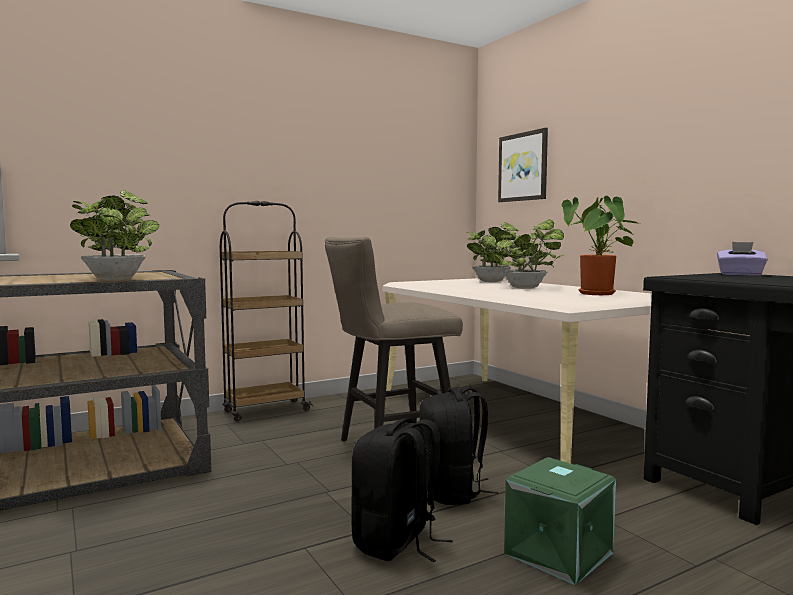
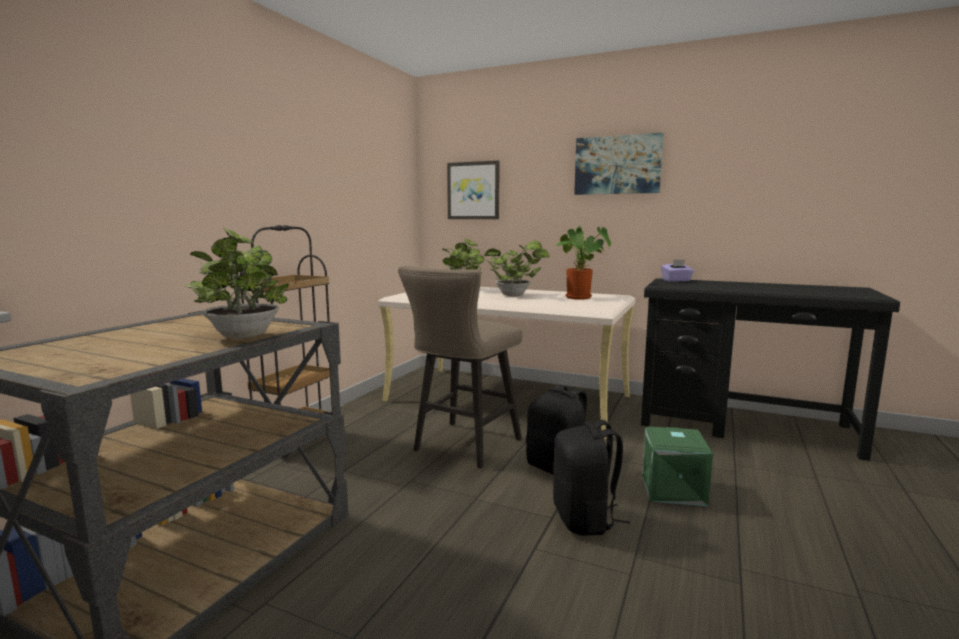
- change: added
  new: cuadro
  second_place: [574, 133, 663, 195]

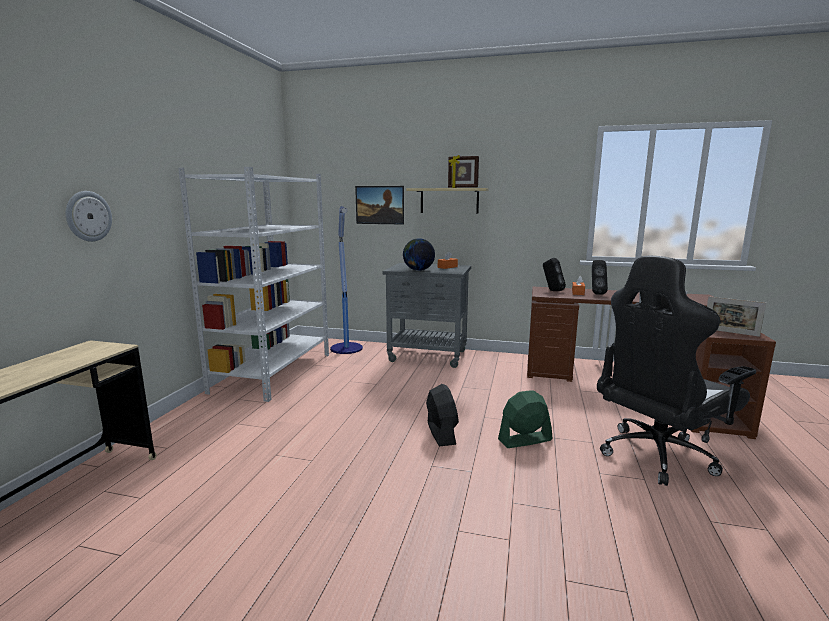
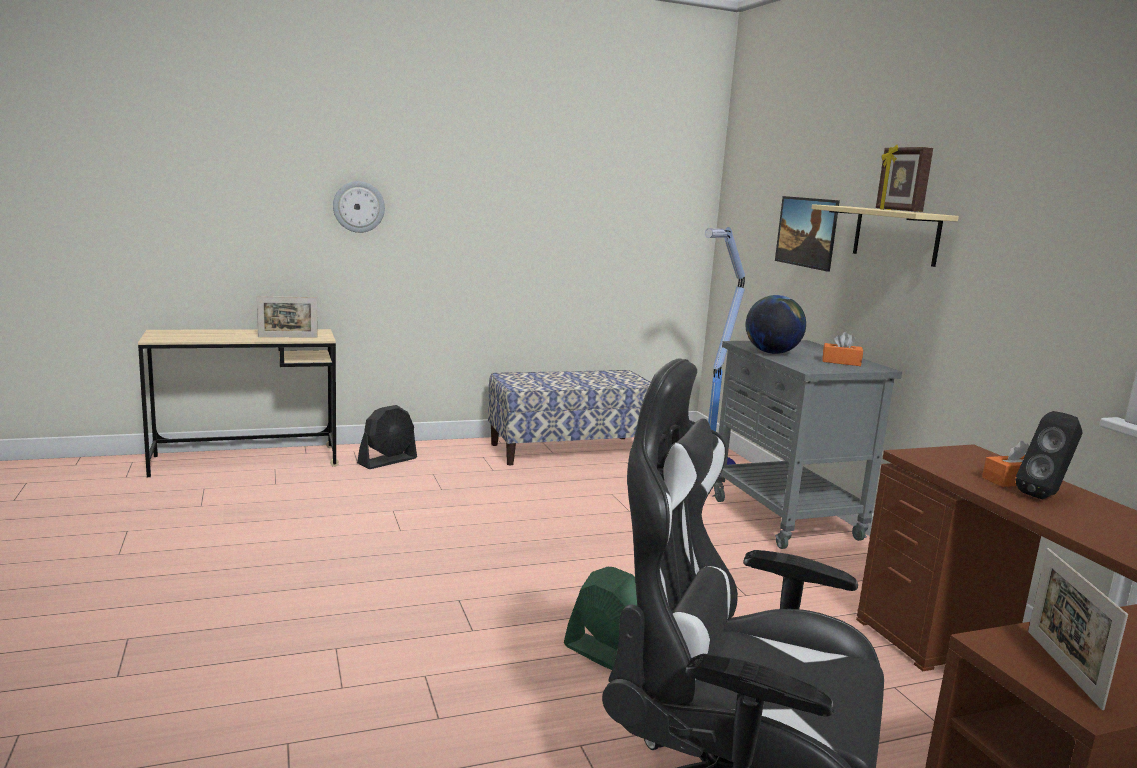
- change: replaced
  old: estantería/blanco
  new: banco
  first_place: [178, 167, 329, 402]
  second_place: [488, 370, 651, 465]
- change: moved
  old: ventilador/negro
  first_place: [426, 384, 459, 446]
  second_place: [357, 405, 417, 469]
- change: removed
  old: altavoz/negro
  first_place: [543, 258, 566, 291]
- change: added
  new: portarretratos
  second_place: [257, 296, 318, 338]

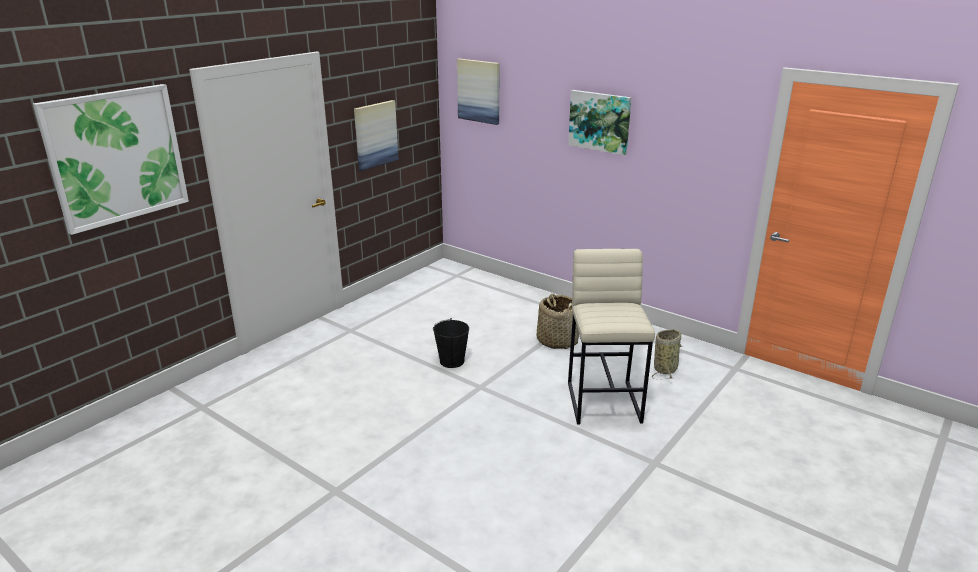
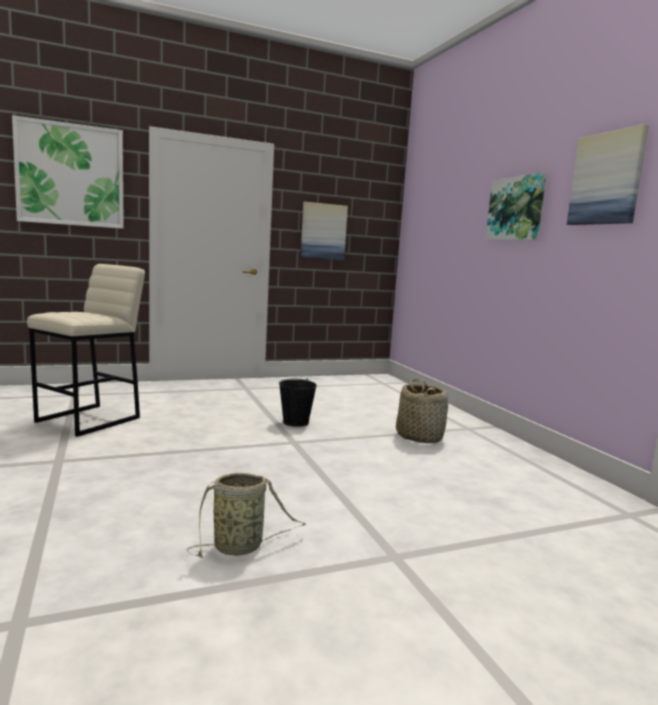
- change: moved
  old: cuadro
  first_place: [457, 58, 500, 125]
  second_place: [567, 124, 649, 225]
- change: moved
  old: taburete/beis
  first_place: [568, 249, 655, 425]
  second_place: [27, 264, 145, 437]
- change: moved
  old: cesta
  first_place: [652, 329, 682, 380]
  second_place: [187, 473, 306, 558]

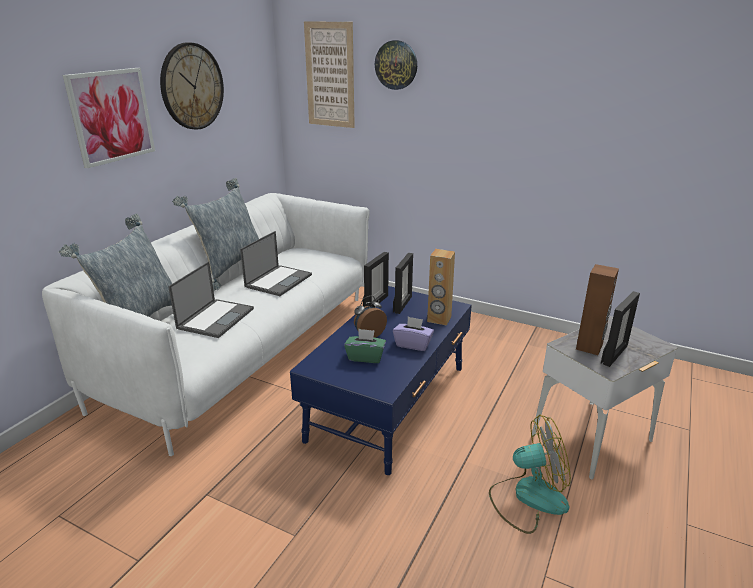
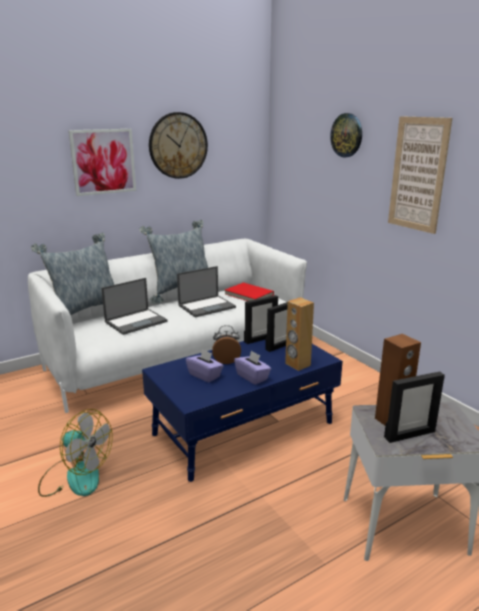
- change: moved
  old: cuadro
  first_place: [304, 21, 355, 128]
  second_place: [388, 116, 452, 234]
- change: recoloured
  old: caja de pañuelos/verde
  new: caja de pañuelos/morado
  first_place: [344, 328, 386, 363]
  second_place: [186, 349, 224, 383]
- change: moved
  old: ventilador
  first_place: [489, 415, 571, 534]
  second_place: [38, 409, 113, 497]
- change: added
  new: libro/rojo
  second_place: [225, 283, 274, 301]

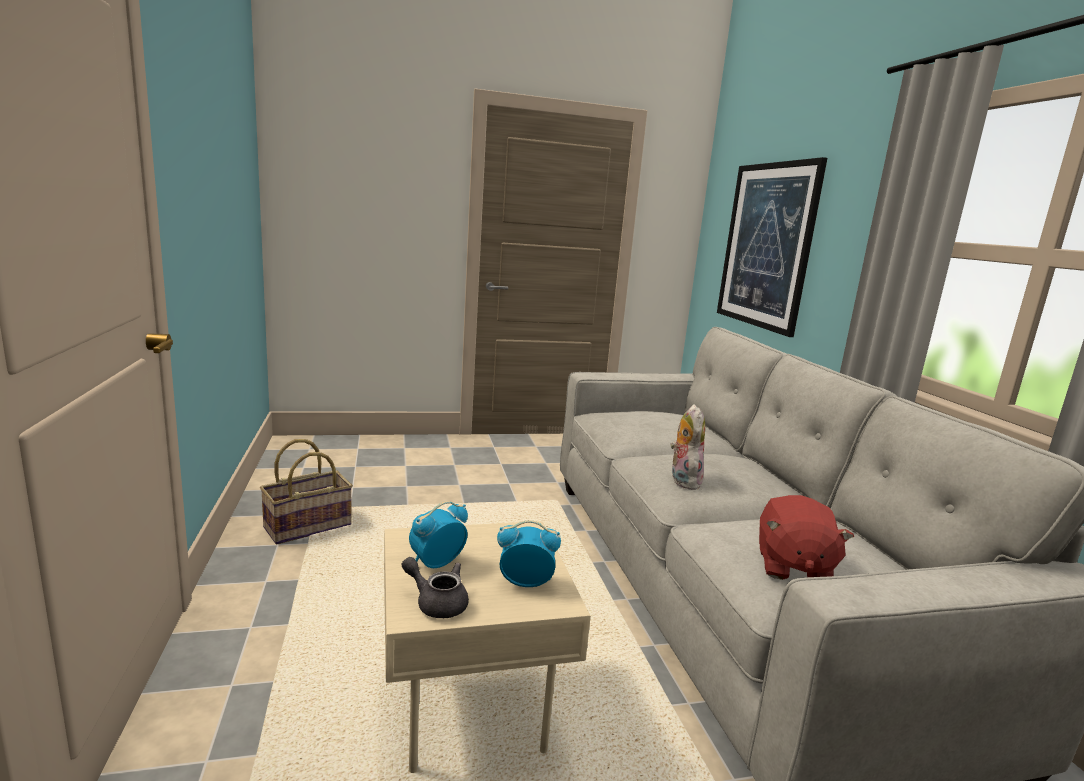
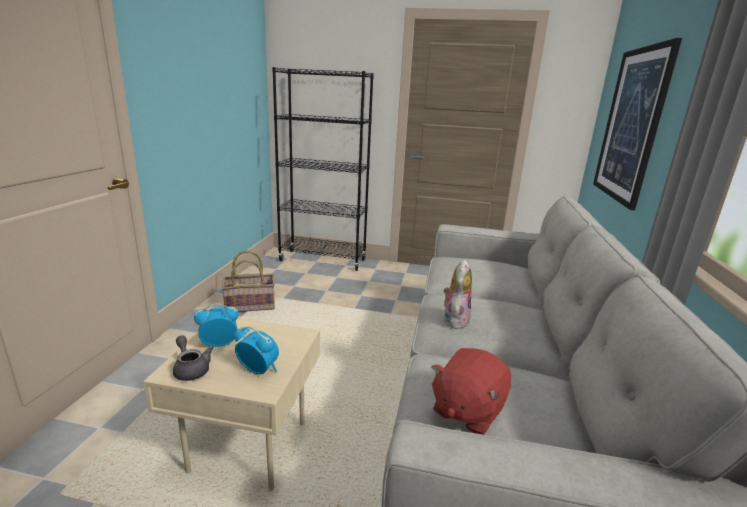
- change: added
  new: estantería/negro
  second_place: [272, 67, 374, 271]

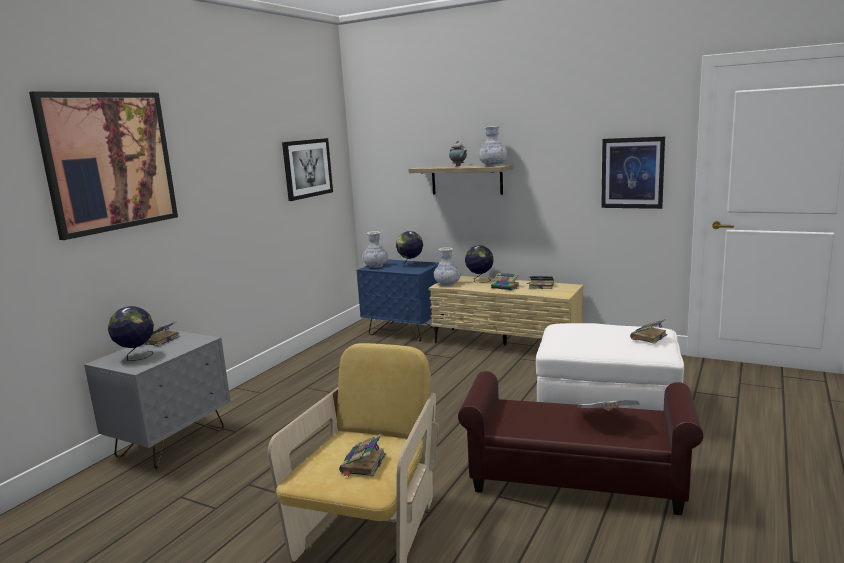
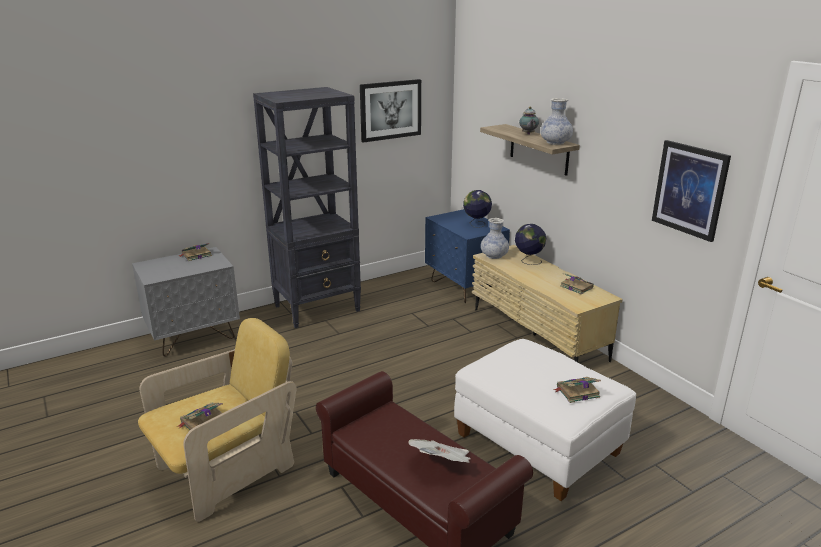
- change: removed
  old: cuadro
  first_place: [29, 91, 178, 240]
- change: removed
  old: globo terráqueo
  first_place: [108, 306, 154, 361]
- change: removed
  old: florero
  first_place: [363, 231, 388, 268]
- change: removed
  old: libro
  first_place: [491, 272, 520, 290]
- change: added
  new: estantería/negro
  second_place: [253, 87, 361, 328]

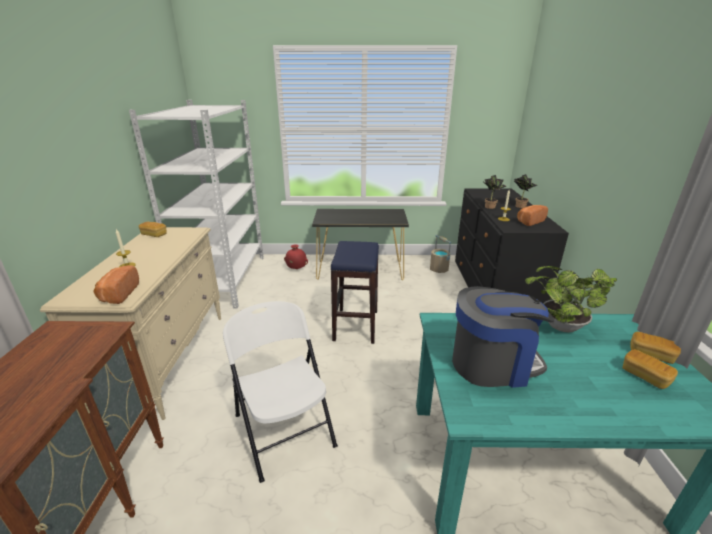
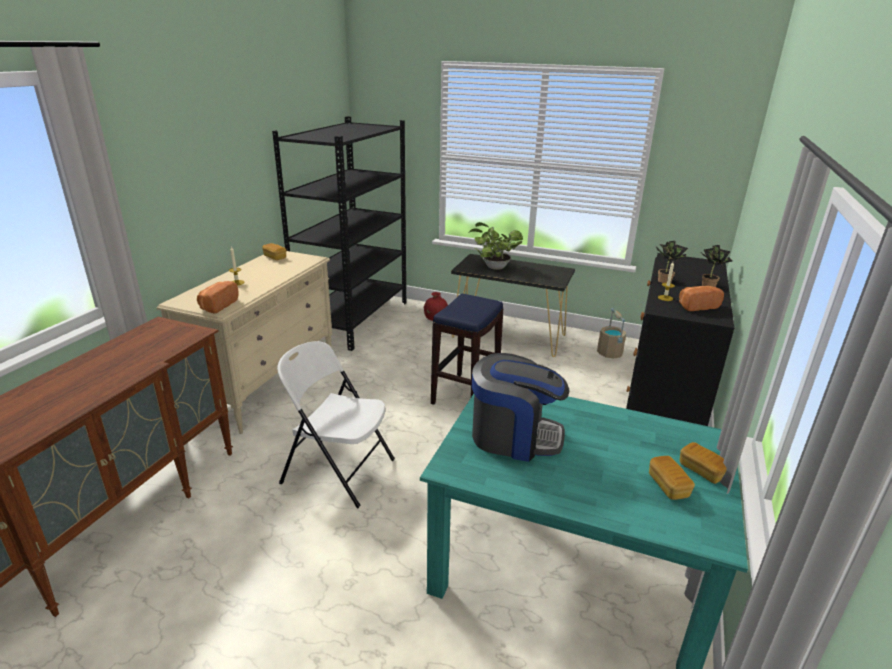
- change: recoloured
  old: estantería/blanco
  new: estantería/negro
  first_place: [129, 100, 264, 309]
  second_place: [272, 116, 406, 351]
- change: turned
  old: silla/blanco
  first_place: [223, 301, 338, 483]
  second_place: [277, 341, 395, 509]
  degrees: -60
- change: moved
  old: planta en maceta
  first_place: [525, 266, 617, 332]
  second_place: [469, 222, 523, 270]

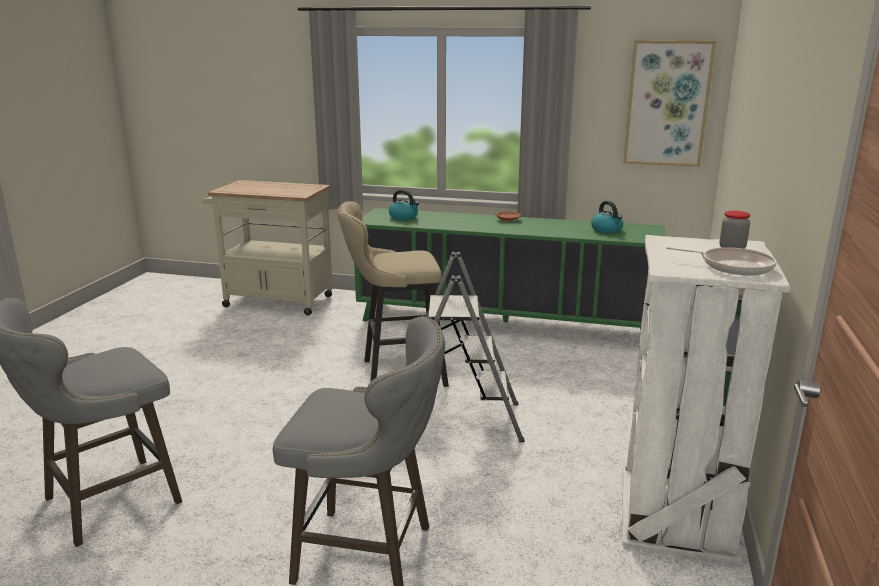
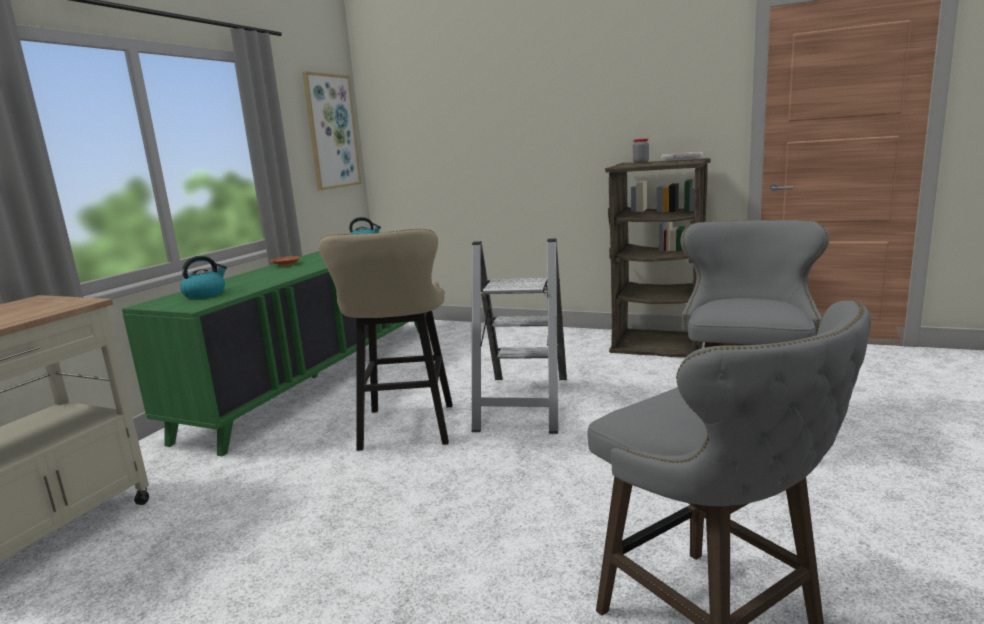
- change: recoloured
  old: estantería/blanco
  new: estantería/marrón
  first_place: [622, 235, 790, 564]
  second_place: [605, 158, 710, 358]

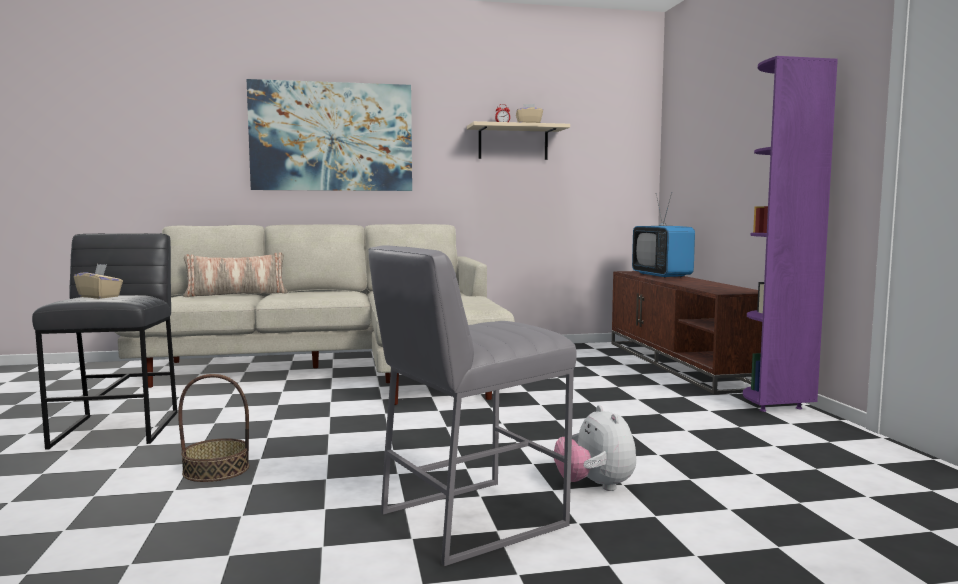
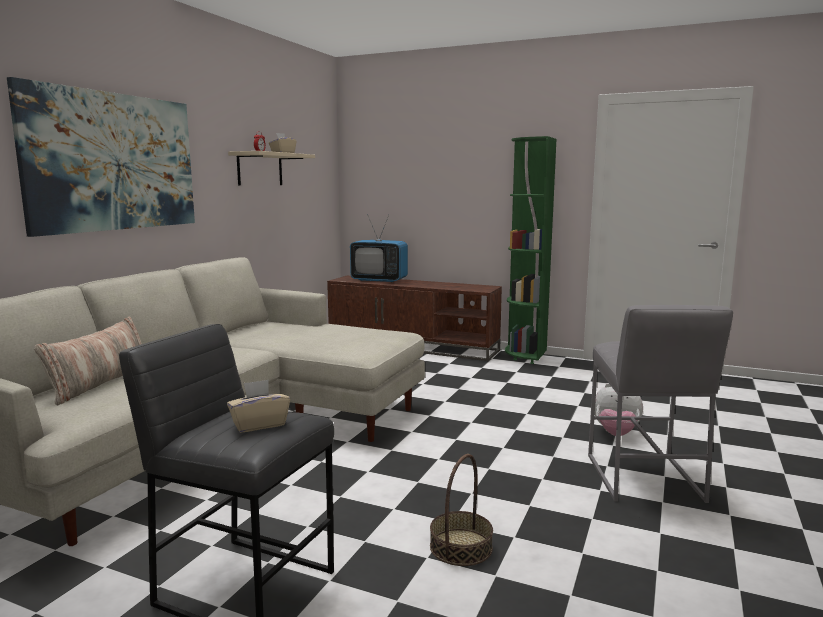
- change: recoloured
  old: estantería/morado
  new: estantería/verde
  first_place: [743, 56, 838, 412]
  second_place: [505, 136, 556, 364]

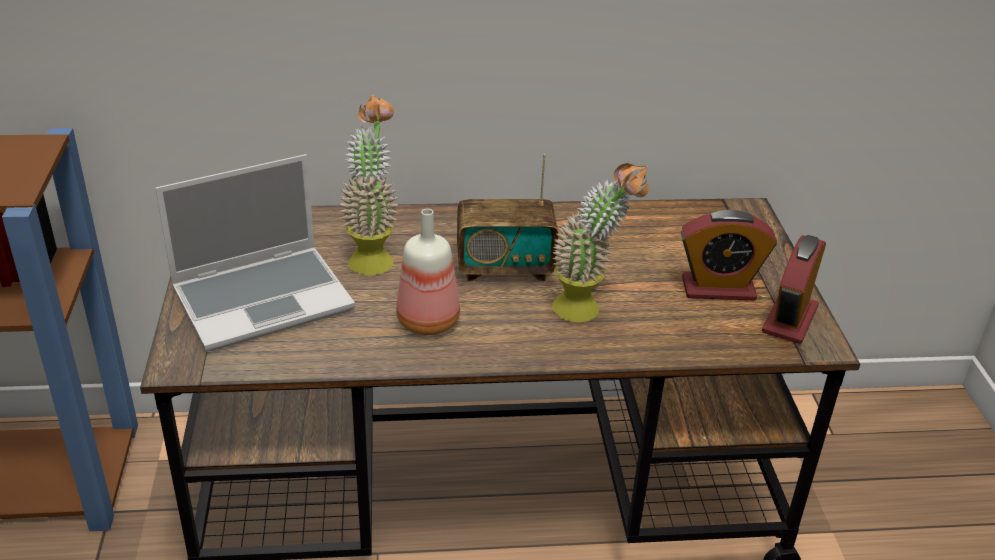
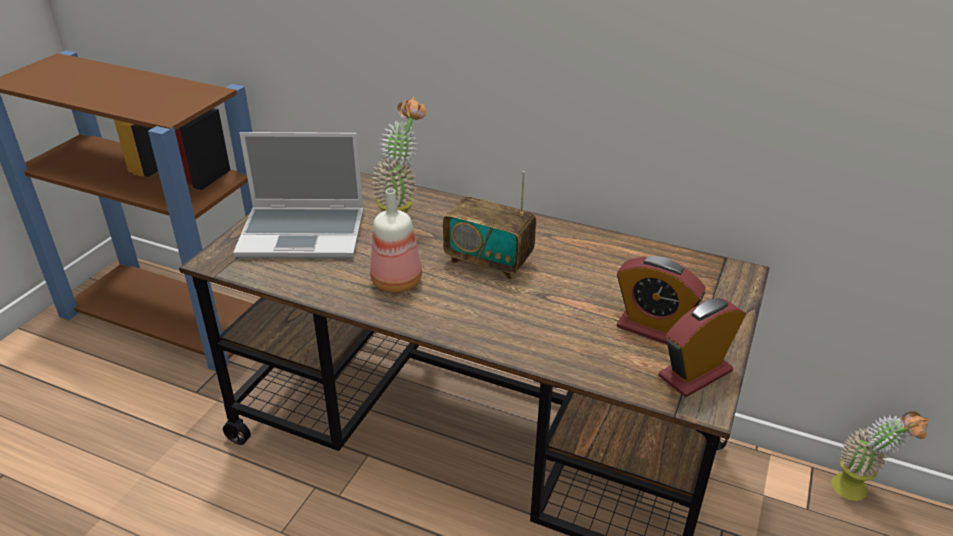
- change: moved
  old: planta en maceta
  first_place: [552, 163, 649, 322]
  second_place: [831, 411, 930, 501]

